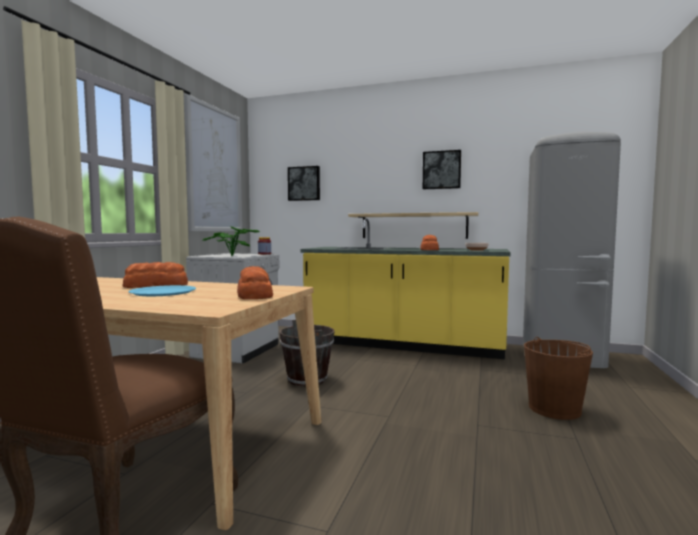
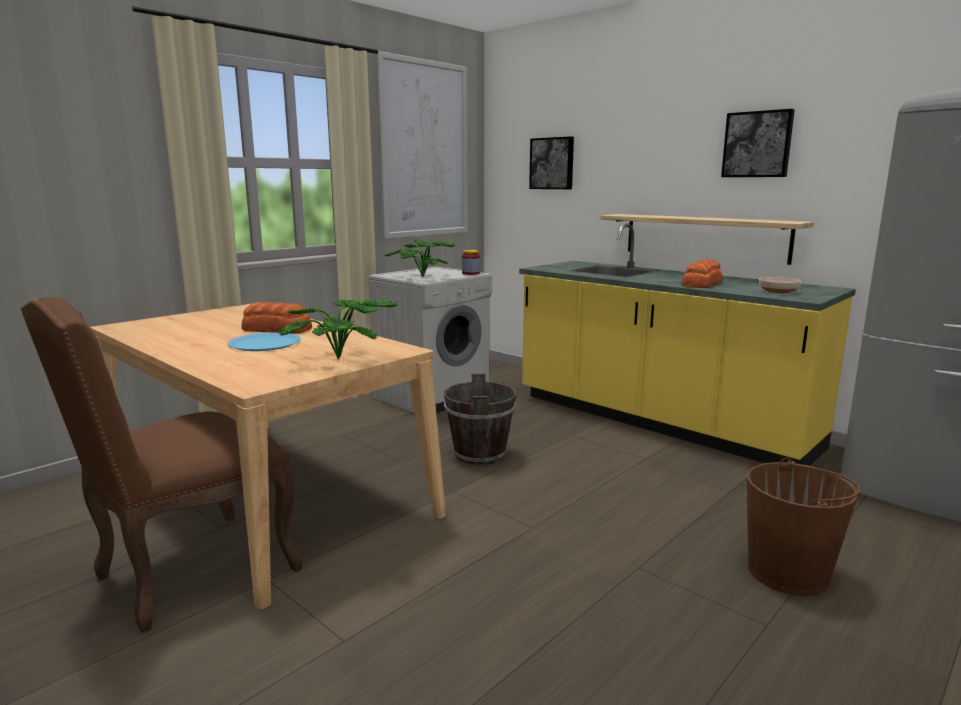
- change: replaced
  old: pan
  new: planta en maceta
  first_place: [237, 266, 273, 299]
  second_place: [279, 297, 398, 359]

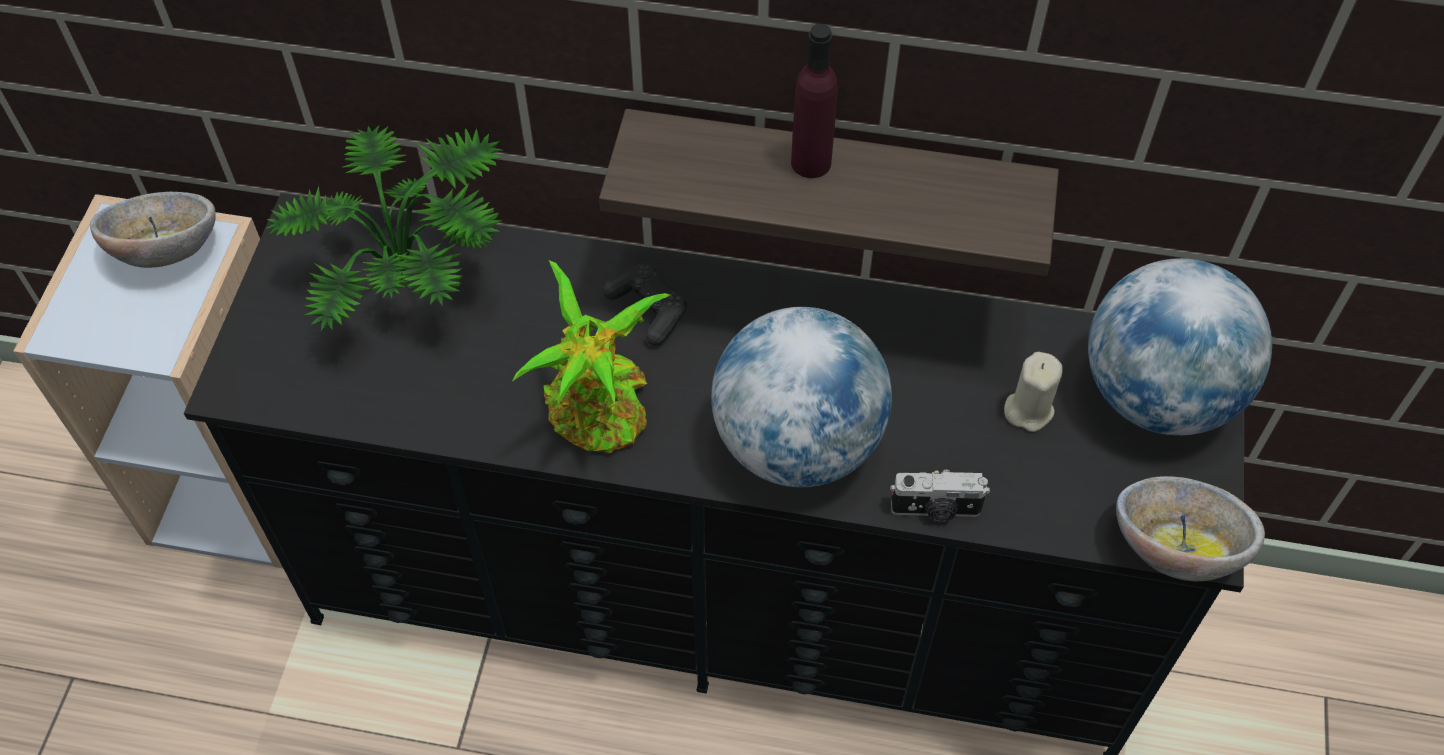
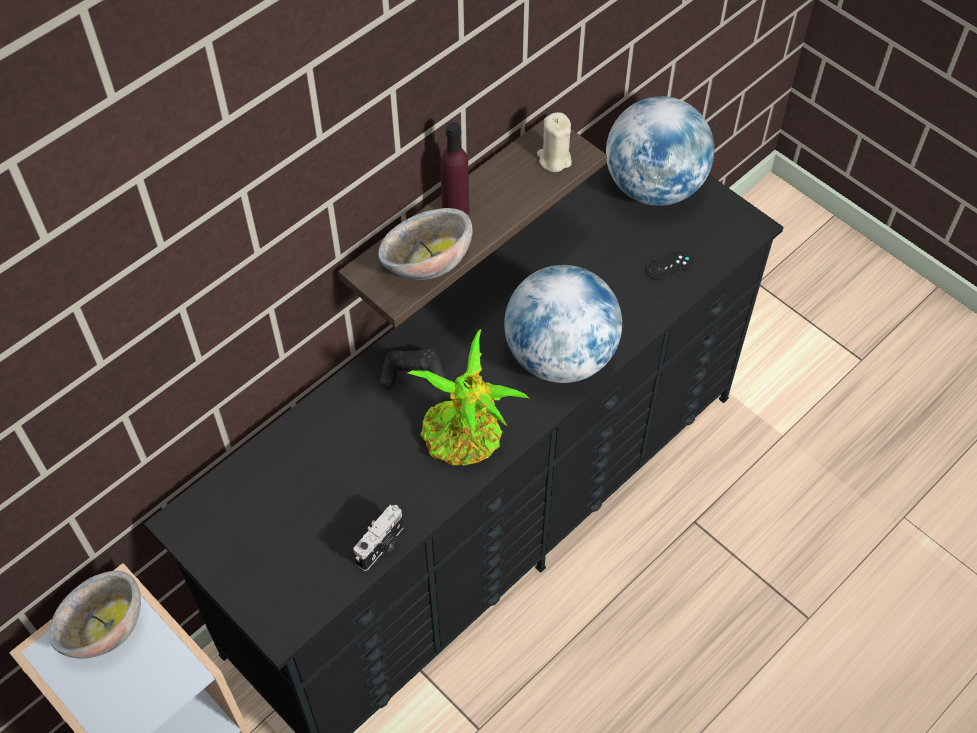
- change: removed
  old: planta en maceta
  first_place: [266, 125, 502, 331]
- change: moved
  old: cámara
  first_place: [891, 470, 990, 522]
  second_place: [353, 505, 403, 571]
- change: moved
  old: vela/beis
  first_place: [1004, 352, 1063, 432]
  second_place: [537, 112, 572, 172]
- change: moved
  old: cuenco
  first_place: [1116, 476, 1265, 581]
  second_place: [379, 208, 473, 280]
- change: added
  new: mando de consola/negro
  second_place: [646, 252, 693, 280]

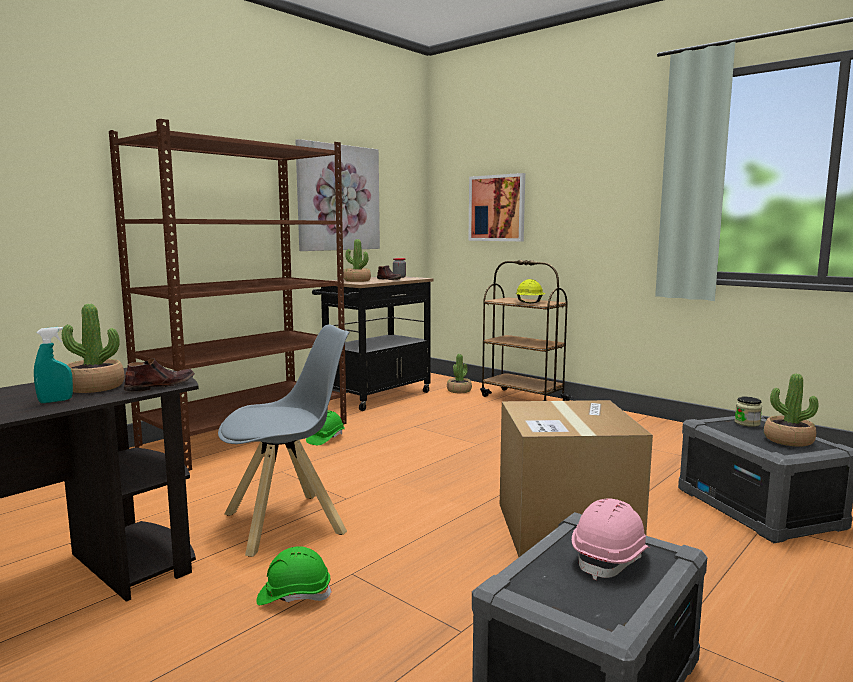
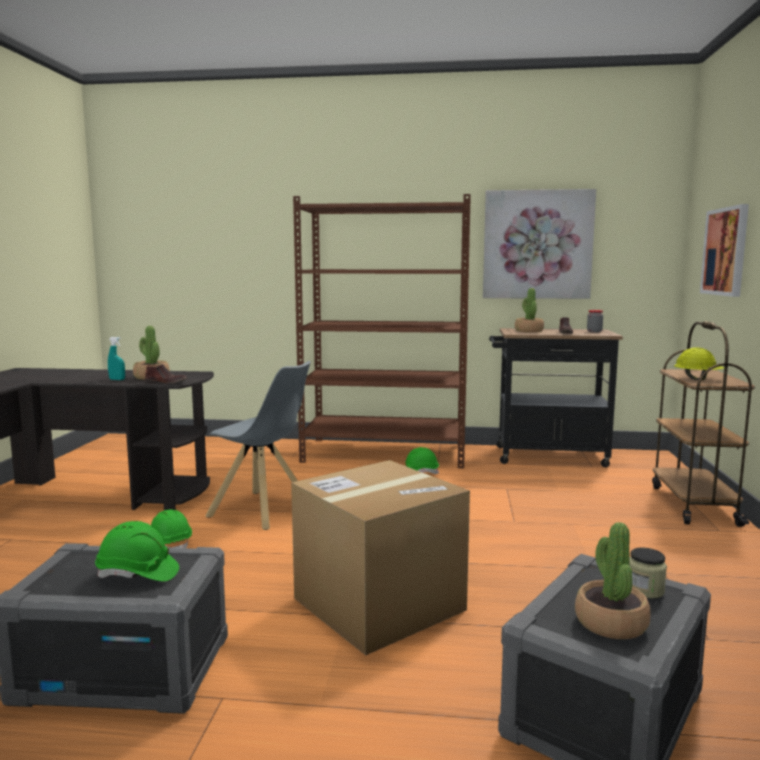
- change: removed
  old: planta en maceta
  first_place: [447, 354, 472, 393]
- change: recoloured
  old: casco/rosa
  new: casco/verde
  first_place: [572, 499, 650, 580]
  second_place: [95, 521, 179, 582]

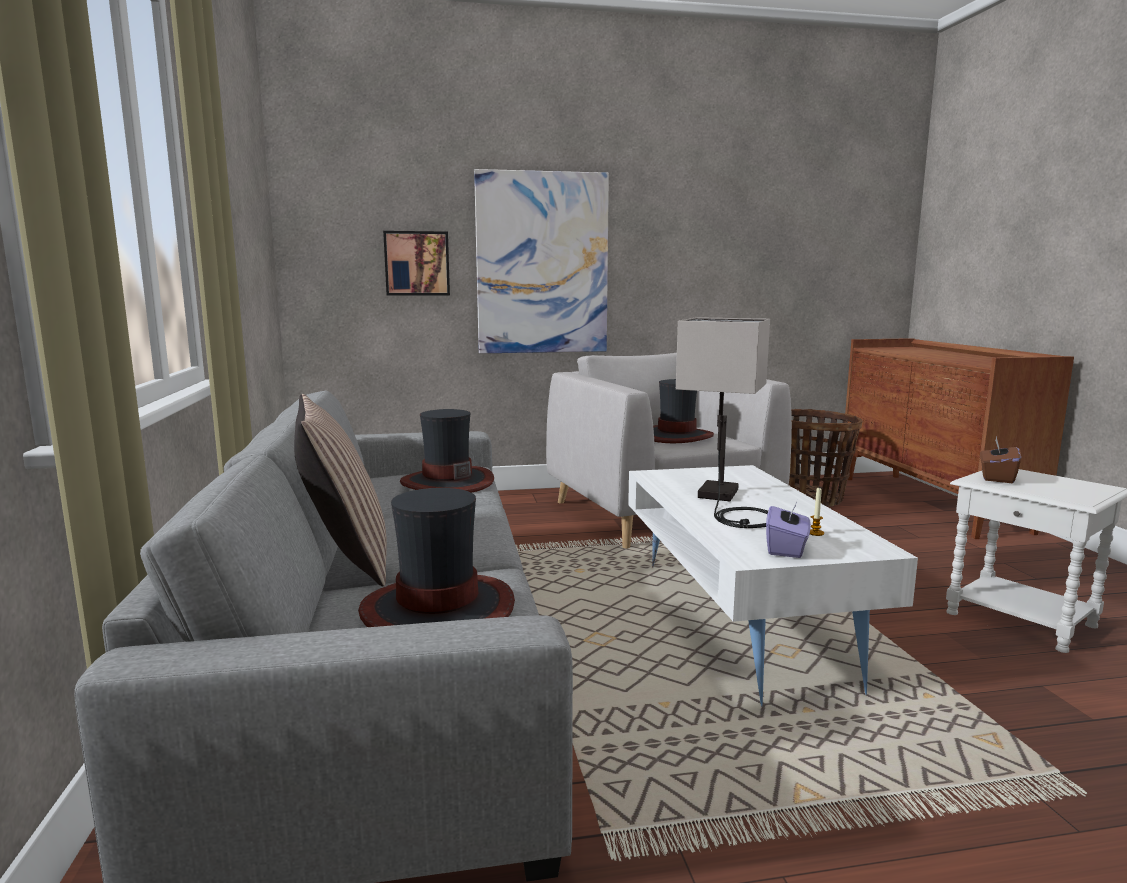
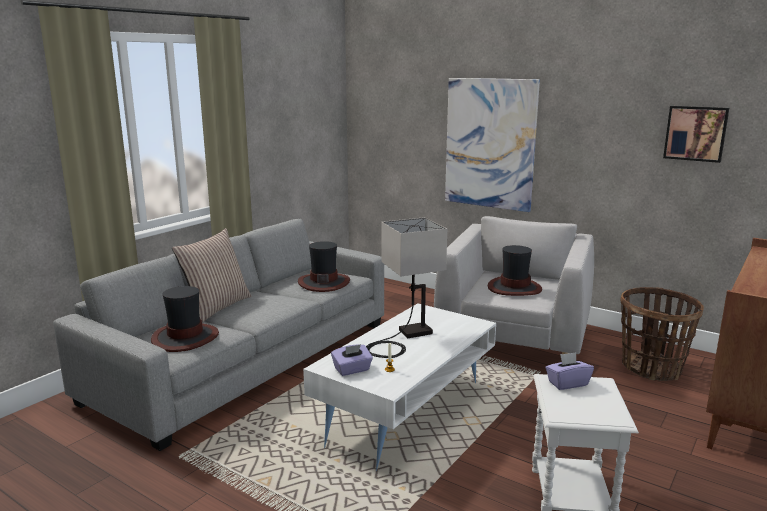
- change: moved
  old: cuadro
  first_place: [383, 231, 450, 296]
  second_place: [663, 106, 729, 163]
- change: recoloured
  old: caja de pañuelos/marrón
  new: caja de pañuelos/morado
  first_place: [980, 437, 1021, 483]
  second_place: [546, 352, 594, 390]

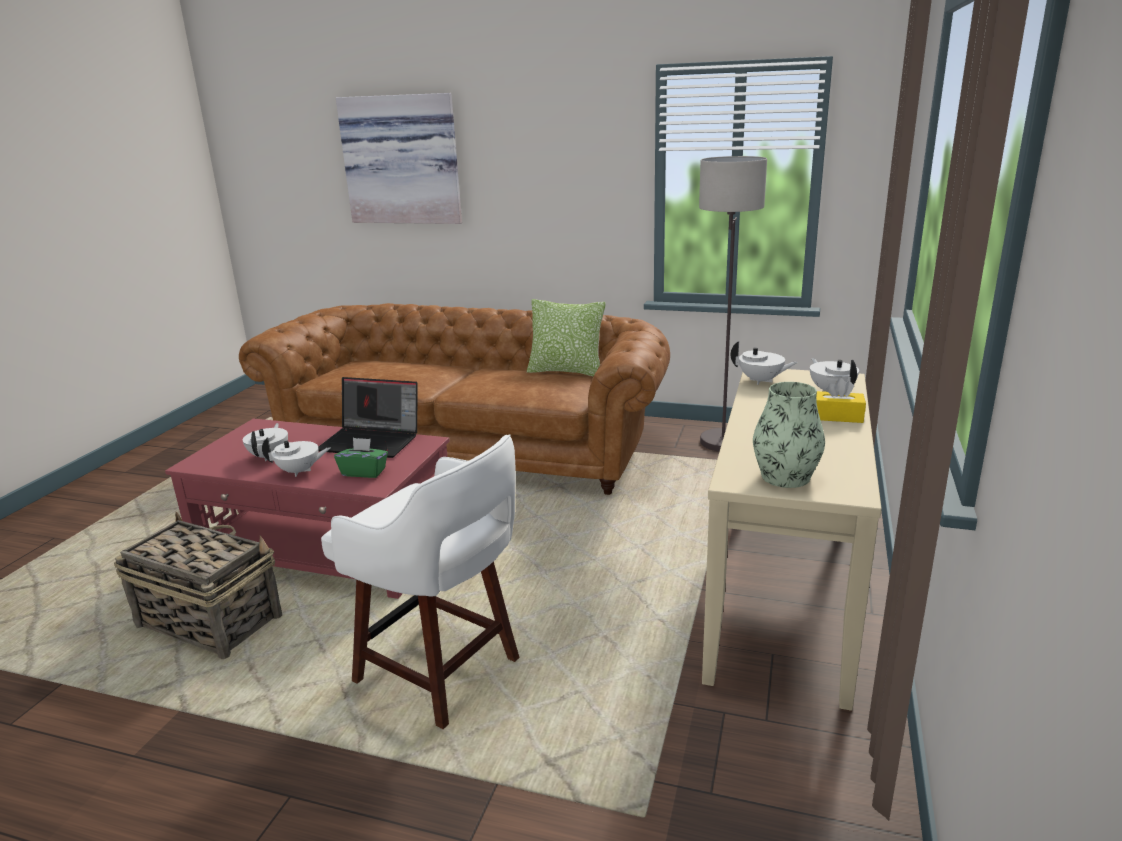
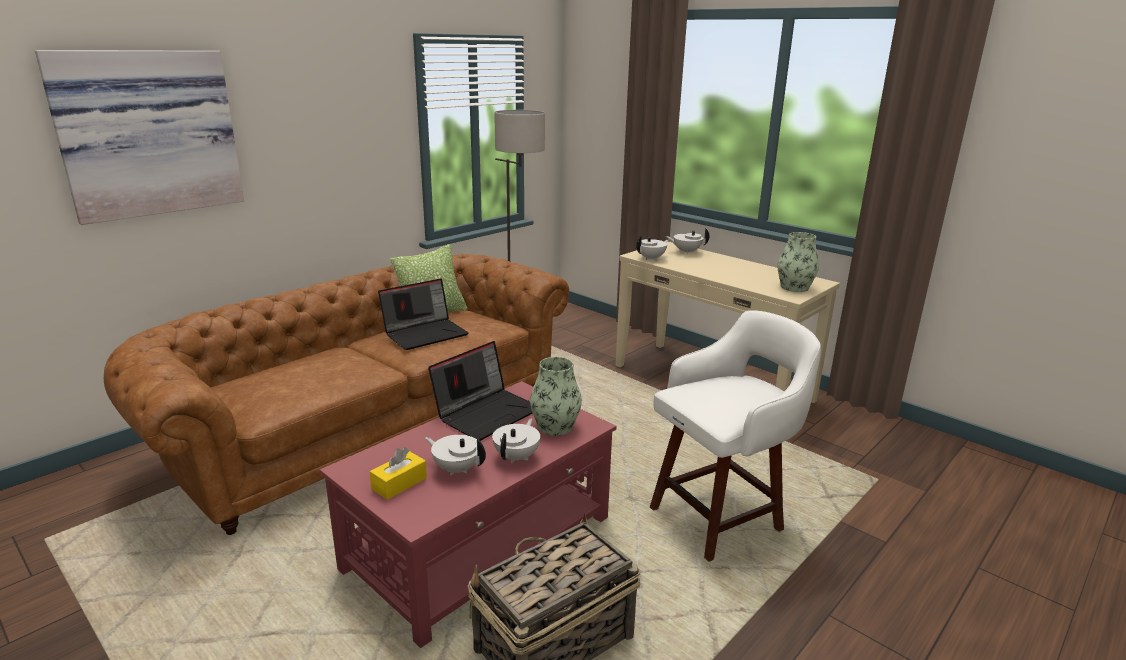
- change: replaced
  old: caja de pañuelos/verde
  new: florero
  first_place: [334, 438, 388, 478]
  second_place: [530, 357, 582, 436]
- change: moved
  old: caja de pañuelos/amarillo
  first_place: [816, 378, 866, 423]
  second_place: [370, 447, 427, 500]
- change: added
  new: portátil
  second_place: [378, 279, 468, 350]

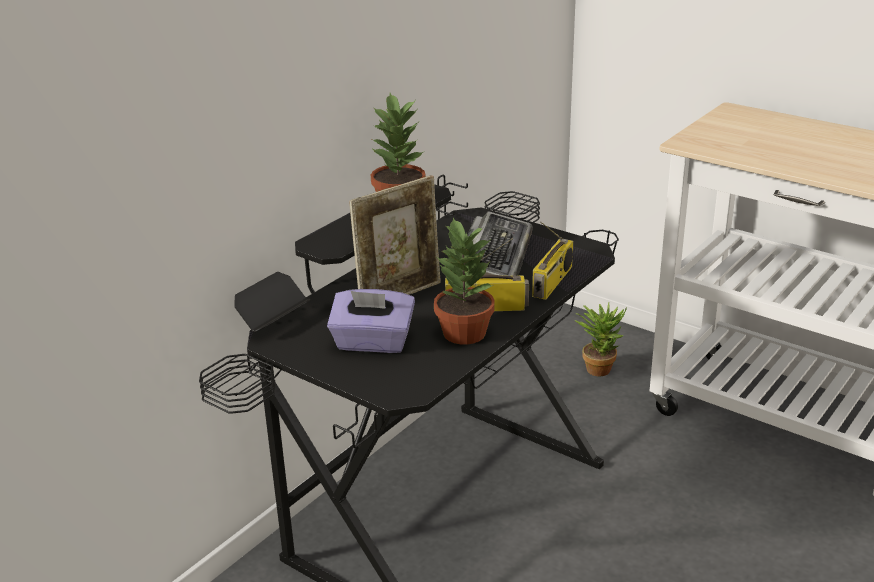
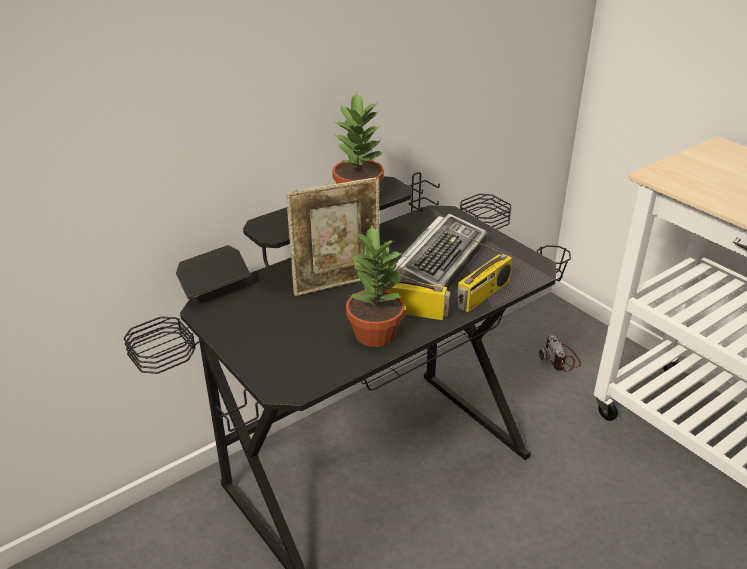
- change: removed
  old: caja de pañuelos/morado
  first_place: [327, 289, 415, 353]
- change: replaced
  old: planta en maceta
  new: cámara
  first_place: [574, 303, 627, 376]
  second_place: [539, 335, 581, 372]

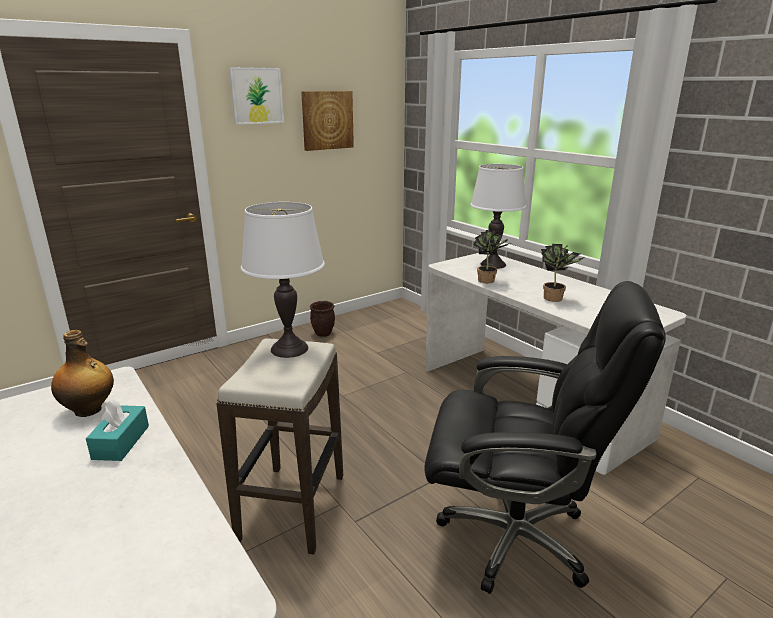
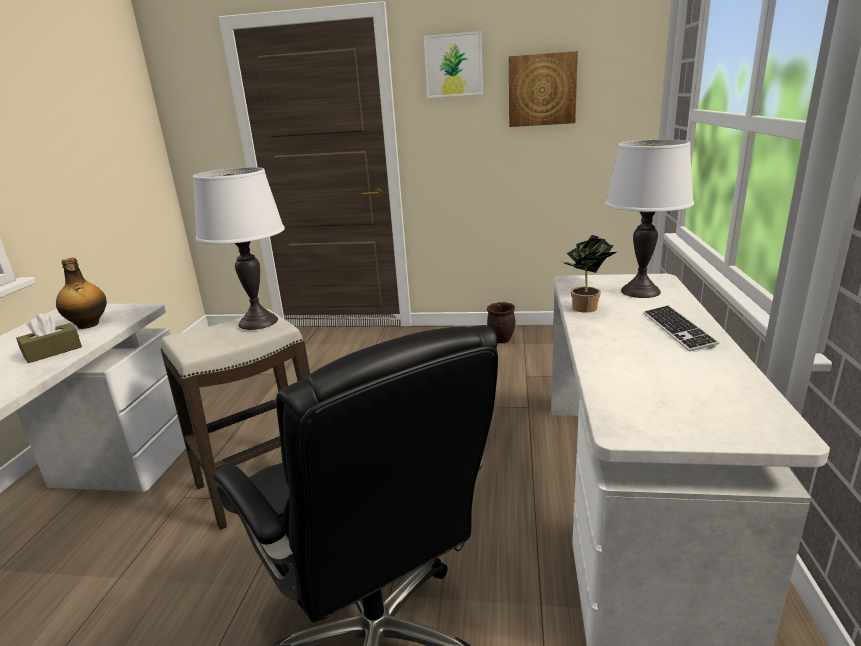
- change: recoloured
  old: caja de pañuelos/turquesa
  new: caja de pañuelos/marrón
  first_place: [86, 399, 149, 461]
  second_place: [16, 314, 82, 363]
- change: removed
  old: planta en maceta
  first_place: [541, 244, 584, 302]
- change: added
  new: teclado
  second_place: [643, 305, 720, 351]

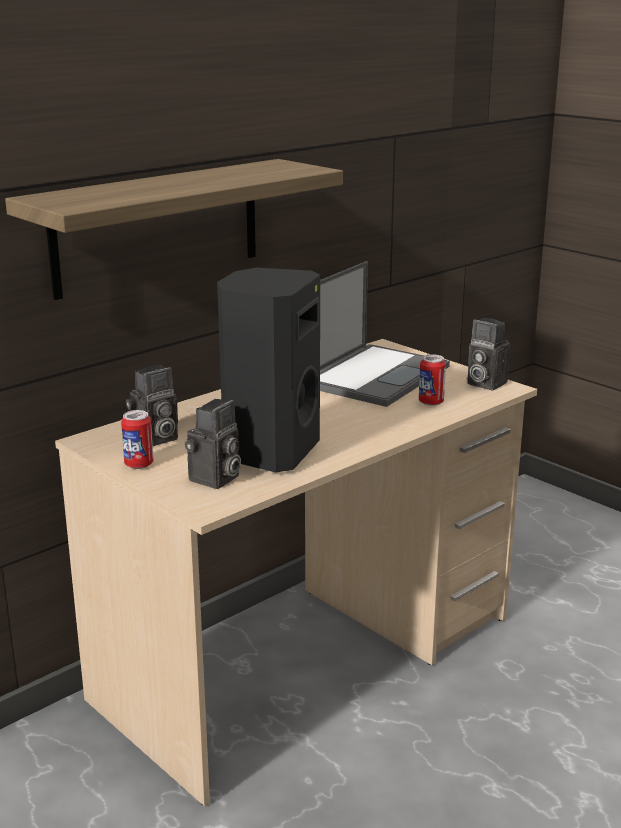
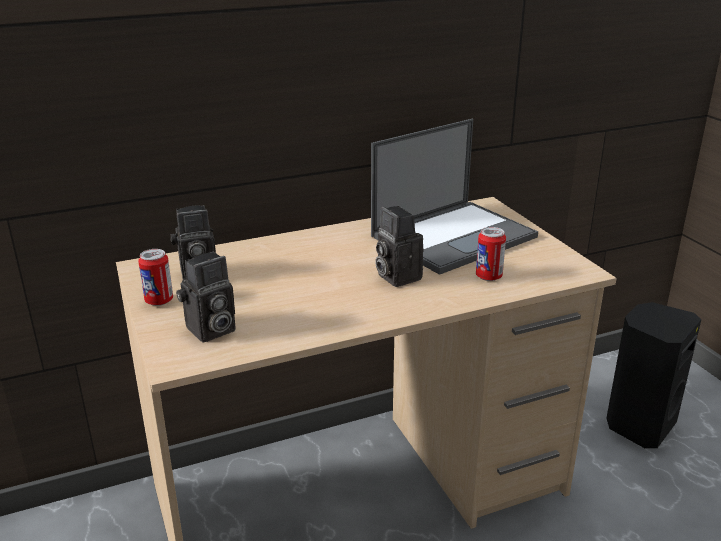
- change: removed
  old: estante
  first_place: [5, 159, 343, 300]
- change: moved
  old: altavoz/negro
  first_place: [217, 268, 320, 473]
  second_place: [606, 302, 701, 448]
- change: moved
  old: cámara
  first_place: [467, 318, 510, 390]
  second_place: [375, 206, 424, 287]

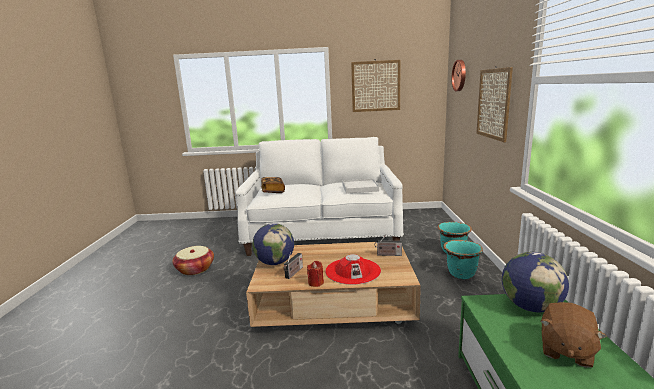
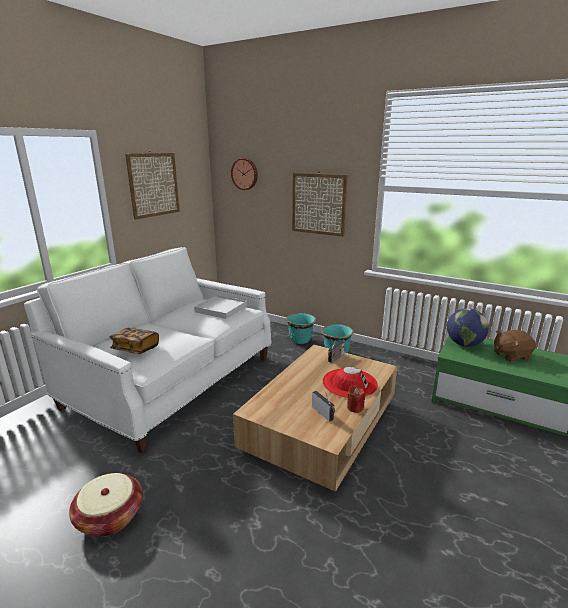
- change: removed
  old: globo terráqueo
  first_place: [252, 223, 294, 265]
- change: turned
  old: peluche/marrón
  first_place: [540, 302, 607, 368]
  second_place: [494, 330, 536, 362]
  degrees: 105

